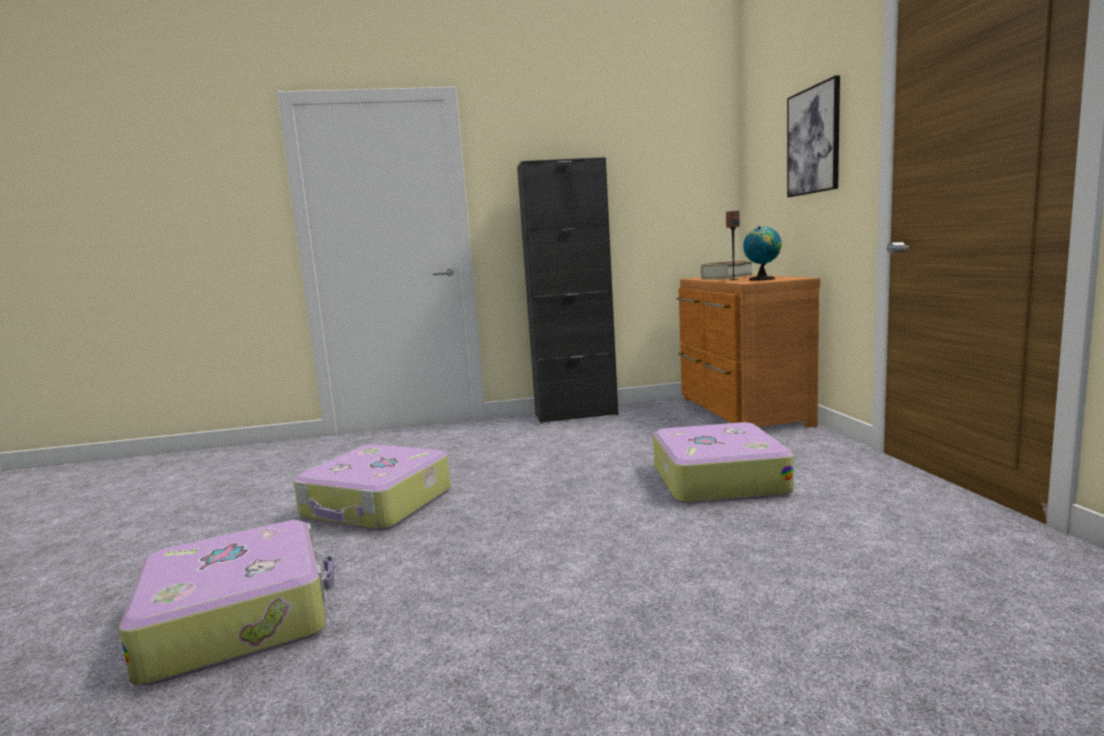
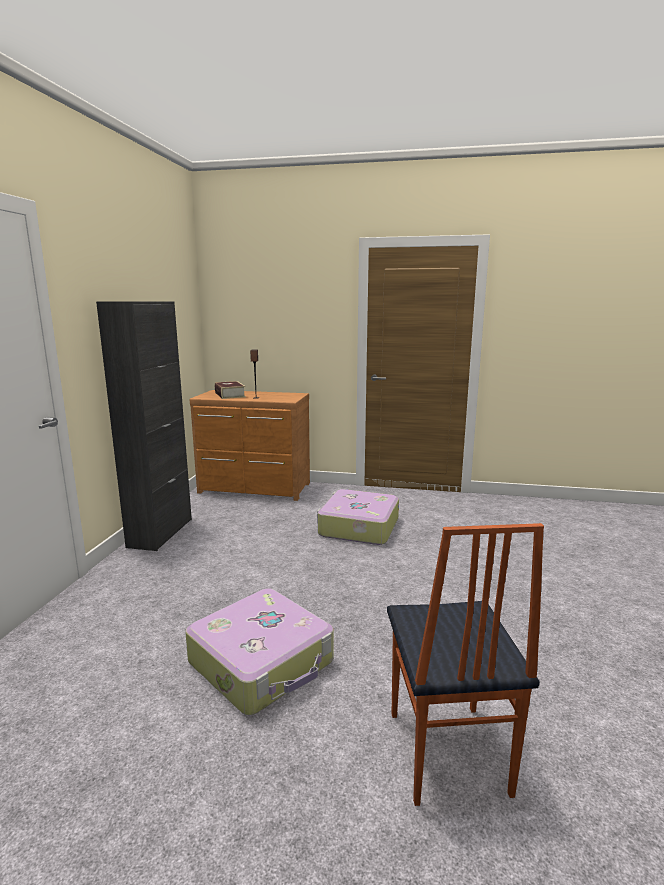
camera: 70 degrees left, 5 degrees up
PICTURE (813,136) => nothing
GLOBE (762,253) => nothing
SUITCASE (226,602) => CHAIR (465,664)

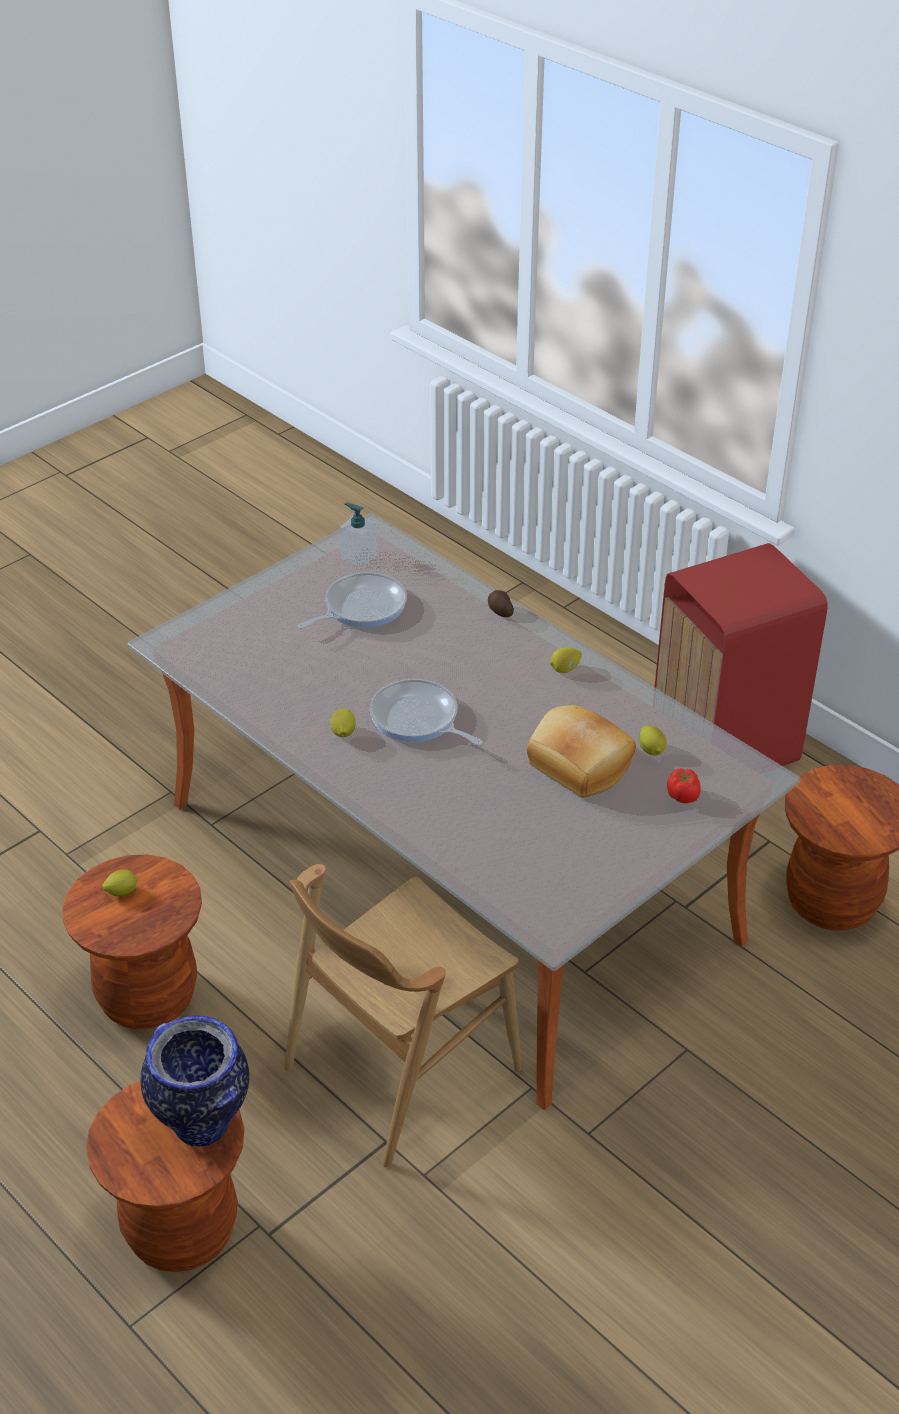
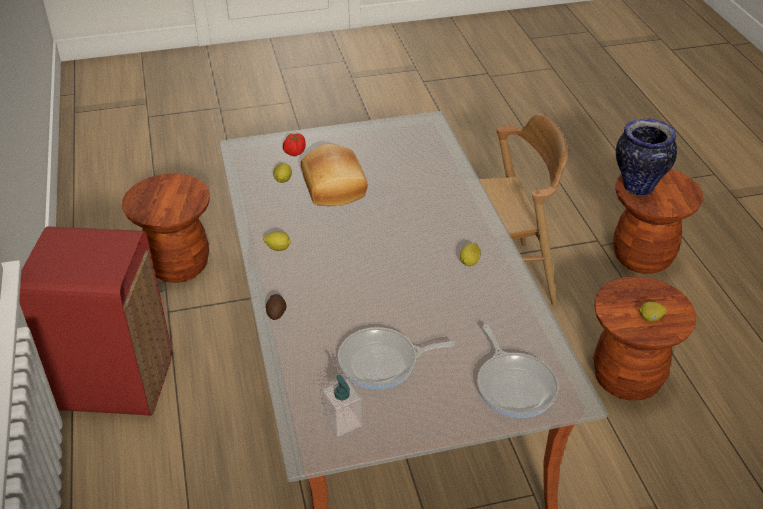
camera: 150 degrees left, 0 degrees up
FRYING PAN (426,712) => FRYING PAN (518,371), shifted

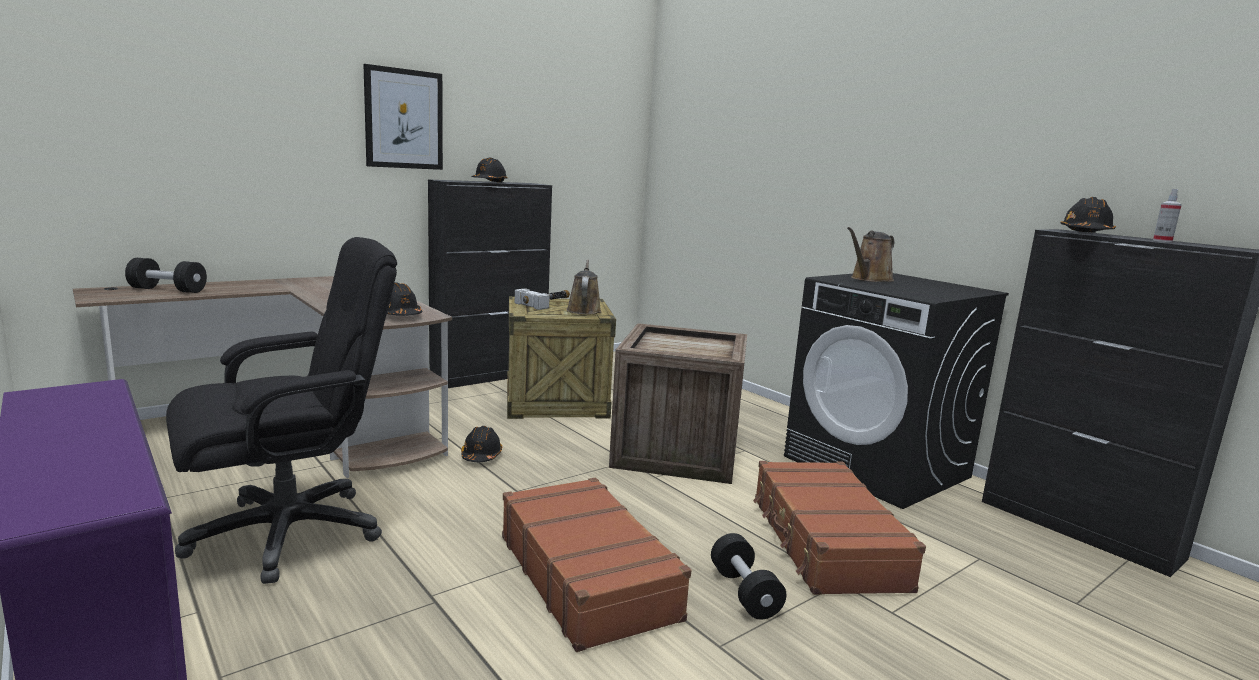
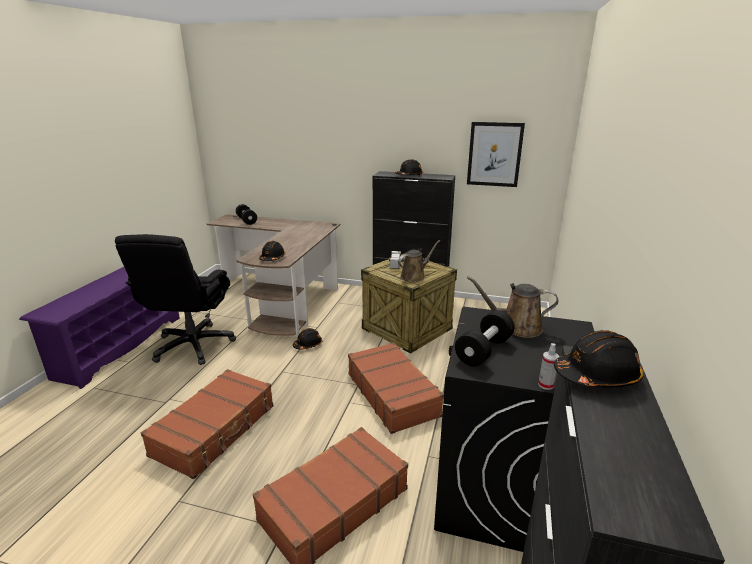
camera: 55 degrees right, 10 degrees up
PICTURE (403,117) => PICTURE (496,154), shifted
SPRAY BOTTLE (1167,215) => SPRAY BOTTLE (548,366), shifted
BLACK OFFICE CHAIR (281,410) => BLACK OFFICE CHAIR (175,299), 75 degrees clockwise
CRATE (678,403) => BROWN SUITCASE (396,388)
BLACK DUMBBELL (748,576) => BLACK DUMBBELL (485,338), shifted

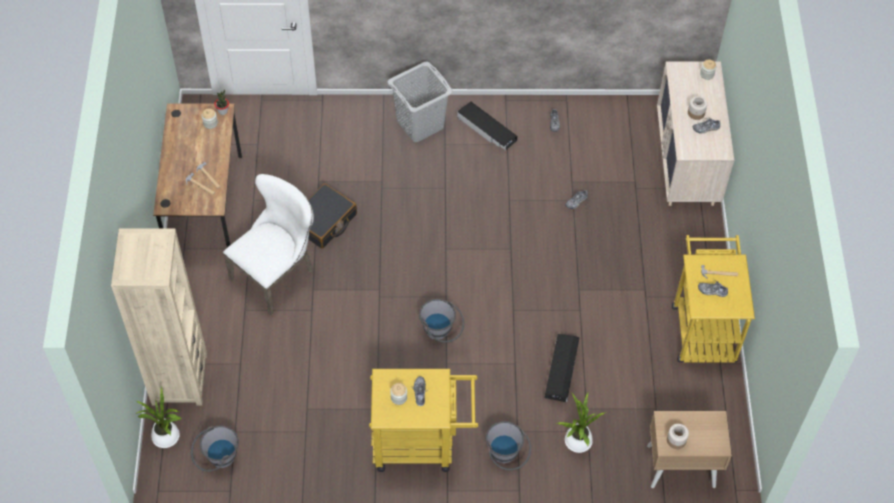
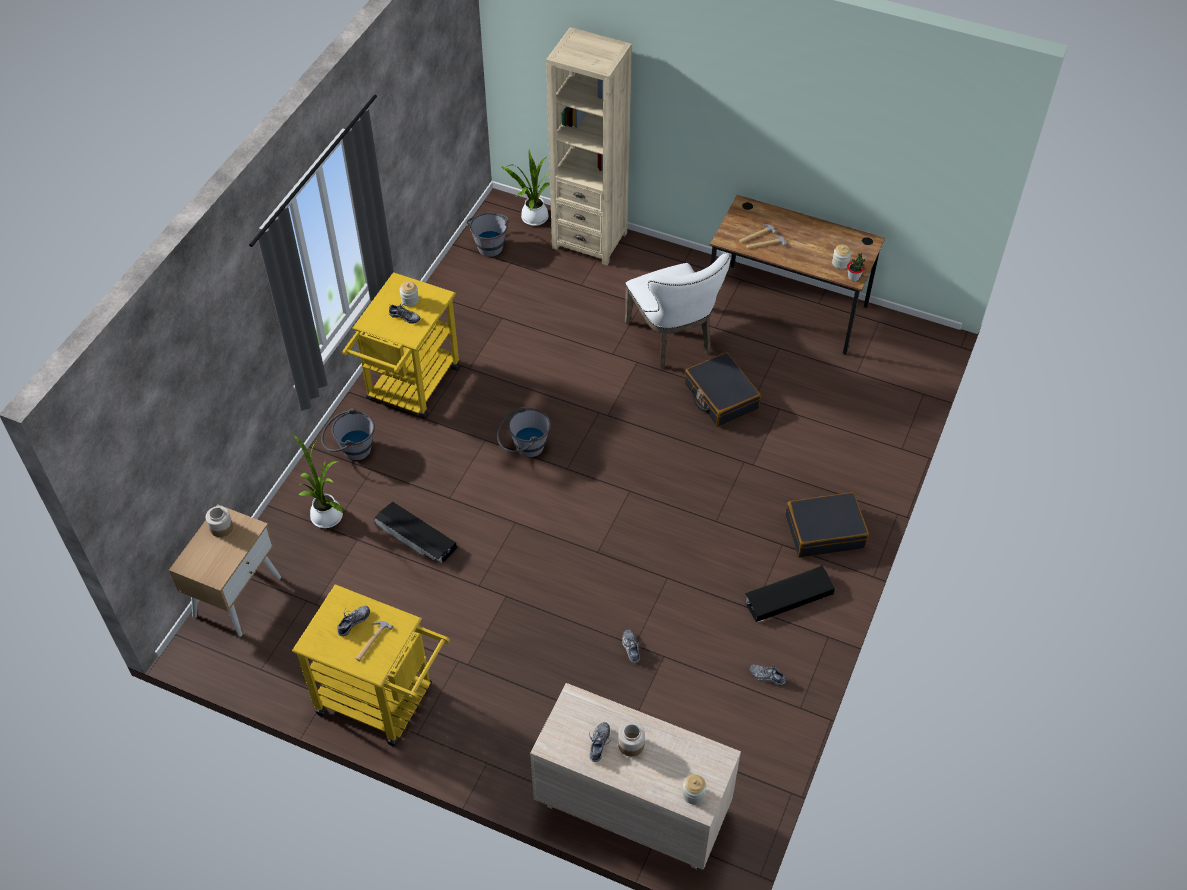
camera: 115 degrees right, 5 degrees down
GREY LAUNDRY BASKET (420,102) => BLACK SUITCASE (827,524)

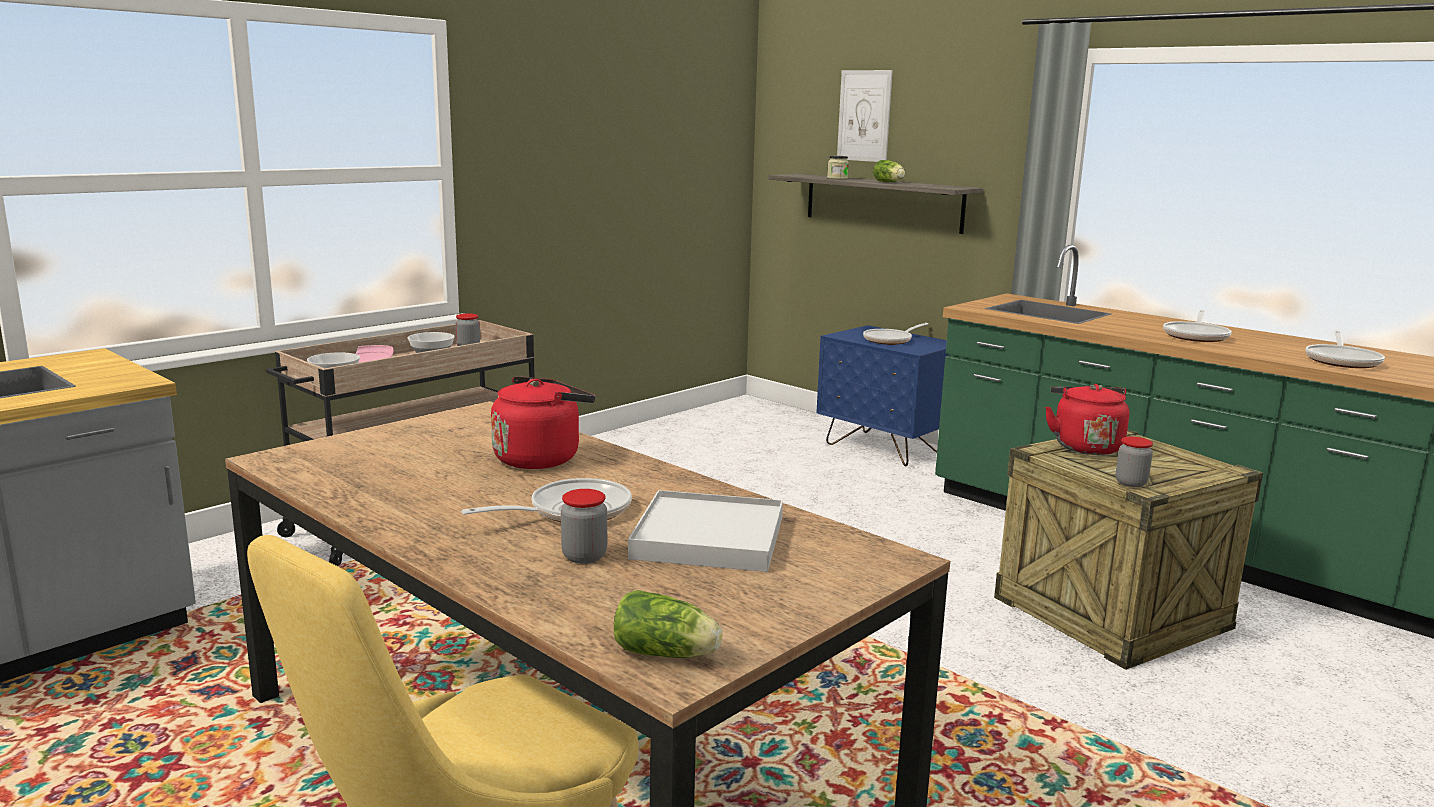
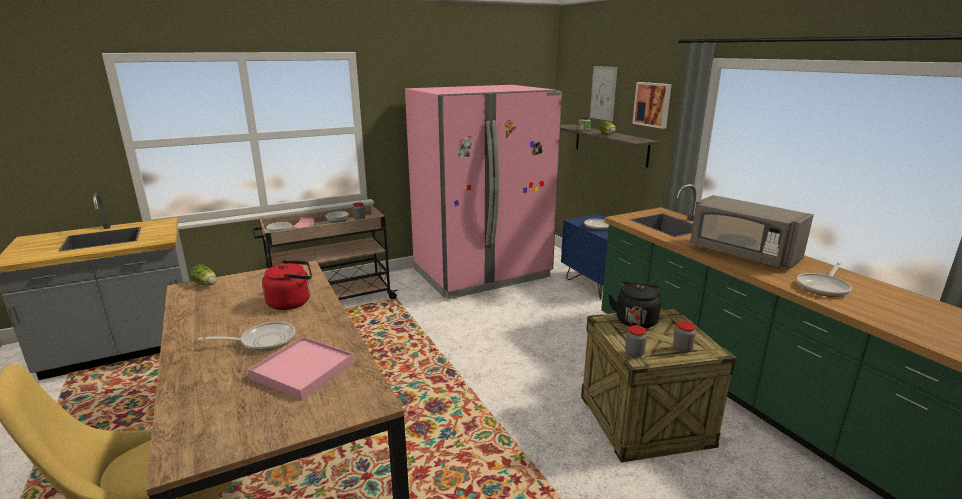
camera: 20 degrees right, 5 degrees up
FRYING PAN (1197,326) => GREY MICROWAVE (752,231)
RED KETTLE (1087,419) => BLACK KETTLE (634,305)
JAR (584,526) => JAR (684,337), shifted
WHITE TRAY (705,531) => PINK TRAY (301,368)
LETTUCE (668,624) => LETTUCE (203,275), shifted
nothing => PICTURE (652,105)
nothing => PINK FRIDGE (483,192)

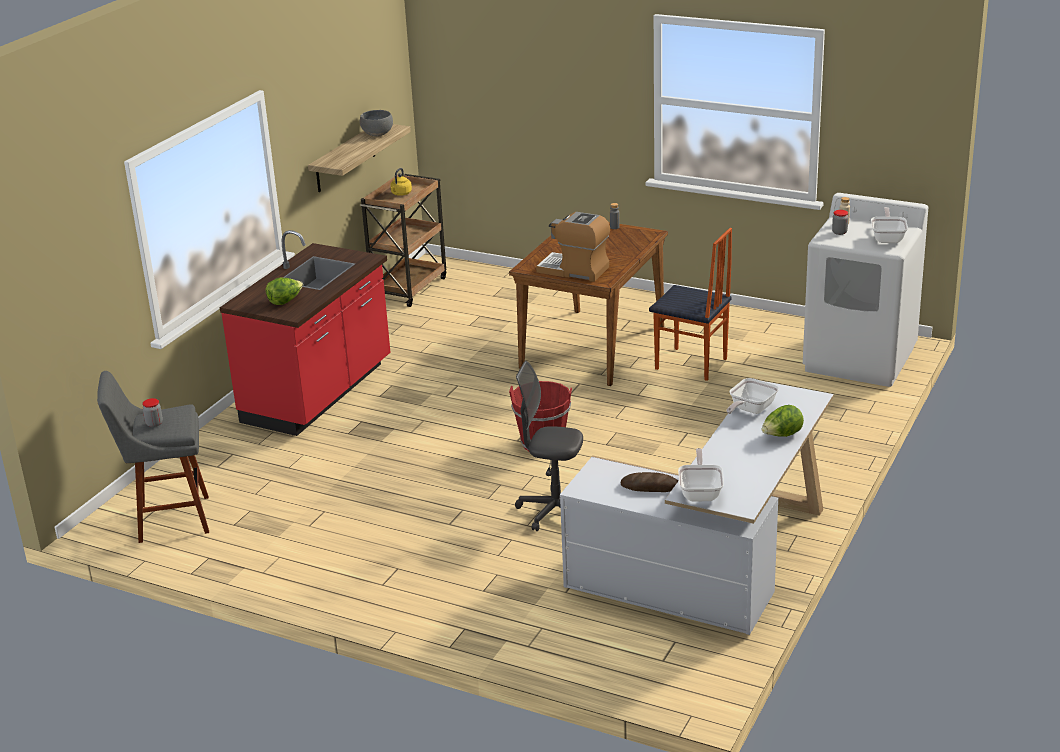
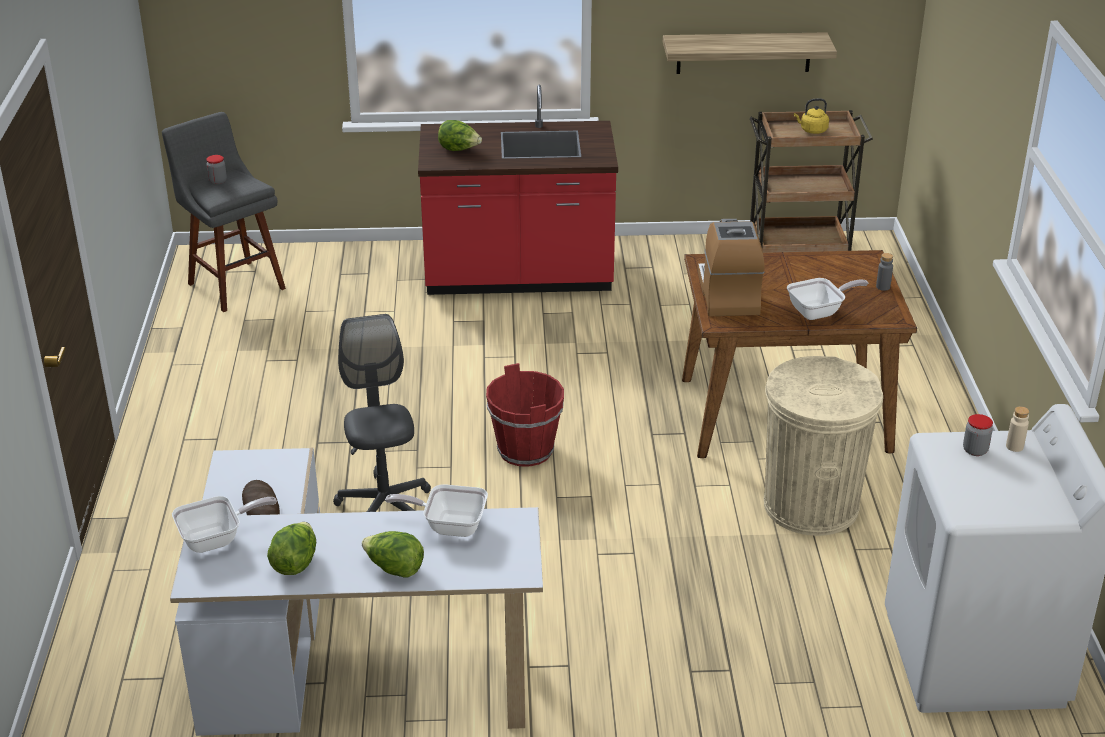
camera: 60 degrees right, 5 degrees up
GREY BOWL (376,123) => nothing
FRYING PAN (889,225) => FRYING PAN (827,299), shifted
CHAIR (690,304) => BEIGE TRASH CAN (823,446)
nothing => LETTUCE (291,548)

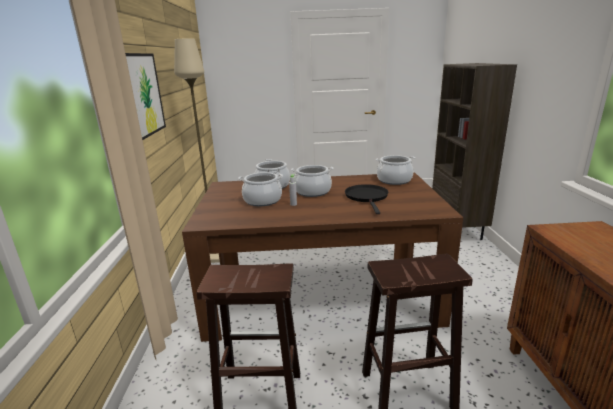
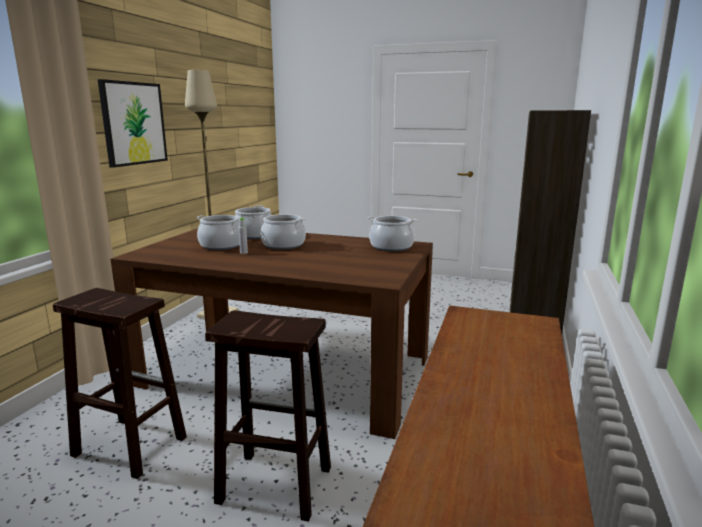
camera: 20 degrees right, 5 degrees down
BLACK FRYING PAN (366,199) => nothing

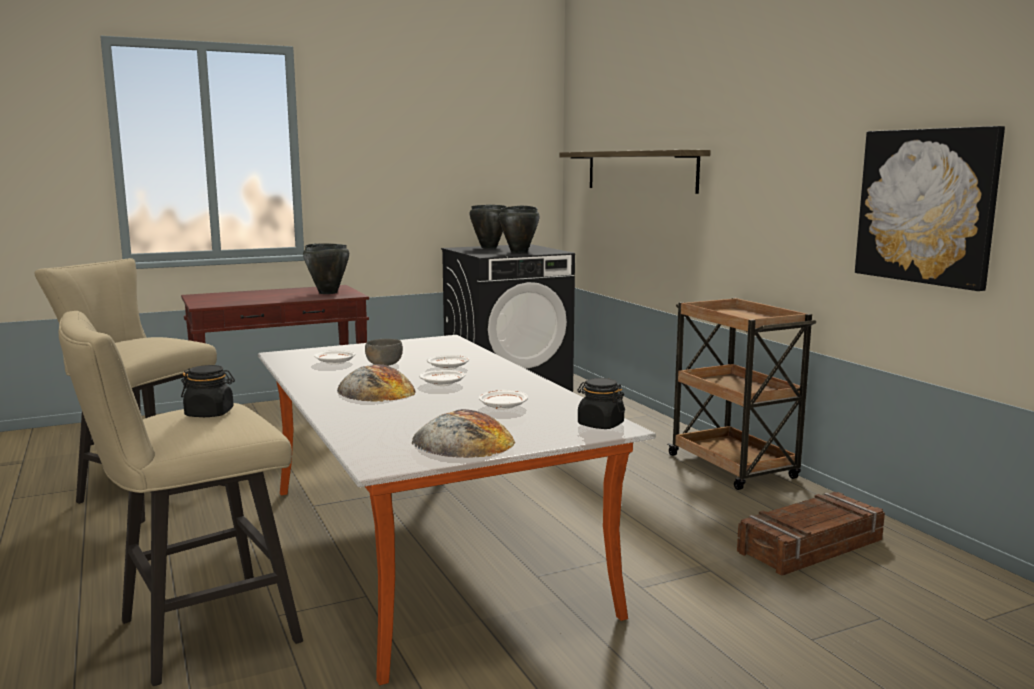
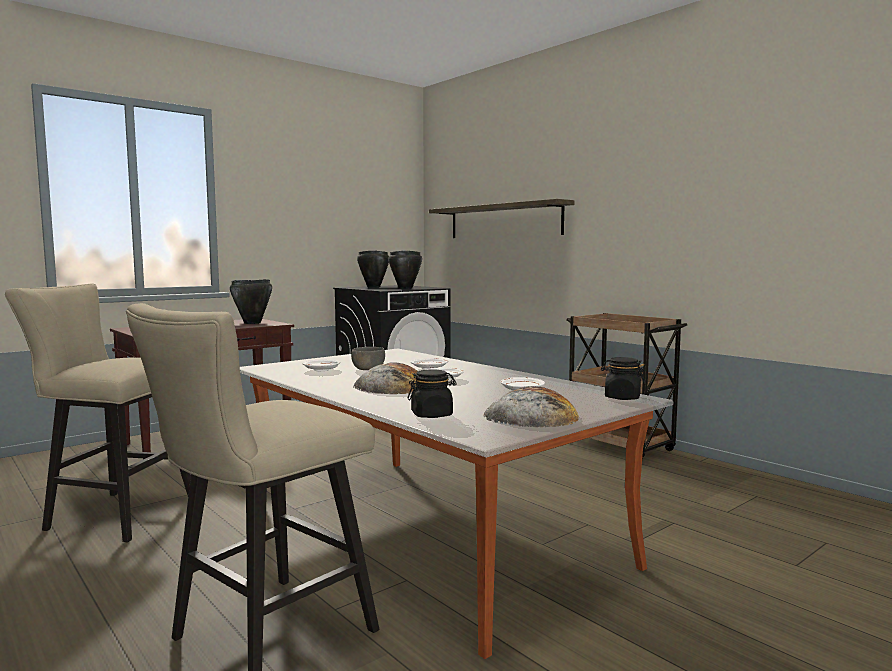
camera: 15 degrees left, 5 degrees down
PICTURE (930,208) => nothing
BLACK JAR (208,391) => BLACK JAR (432,393), shifted
CRATE (811,534) => nothing

